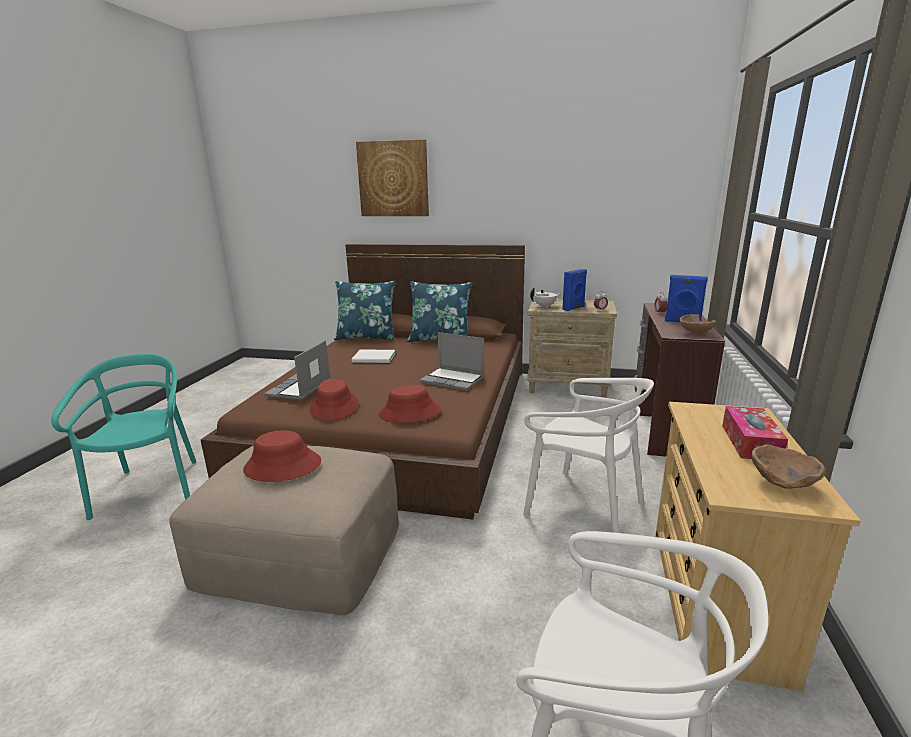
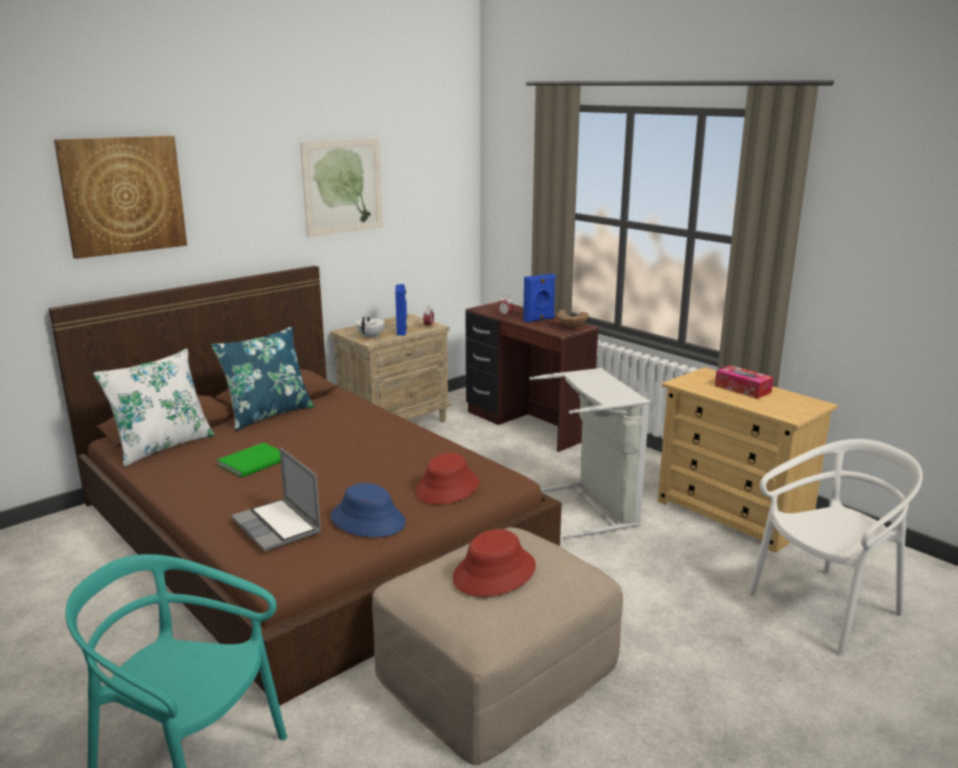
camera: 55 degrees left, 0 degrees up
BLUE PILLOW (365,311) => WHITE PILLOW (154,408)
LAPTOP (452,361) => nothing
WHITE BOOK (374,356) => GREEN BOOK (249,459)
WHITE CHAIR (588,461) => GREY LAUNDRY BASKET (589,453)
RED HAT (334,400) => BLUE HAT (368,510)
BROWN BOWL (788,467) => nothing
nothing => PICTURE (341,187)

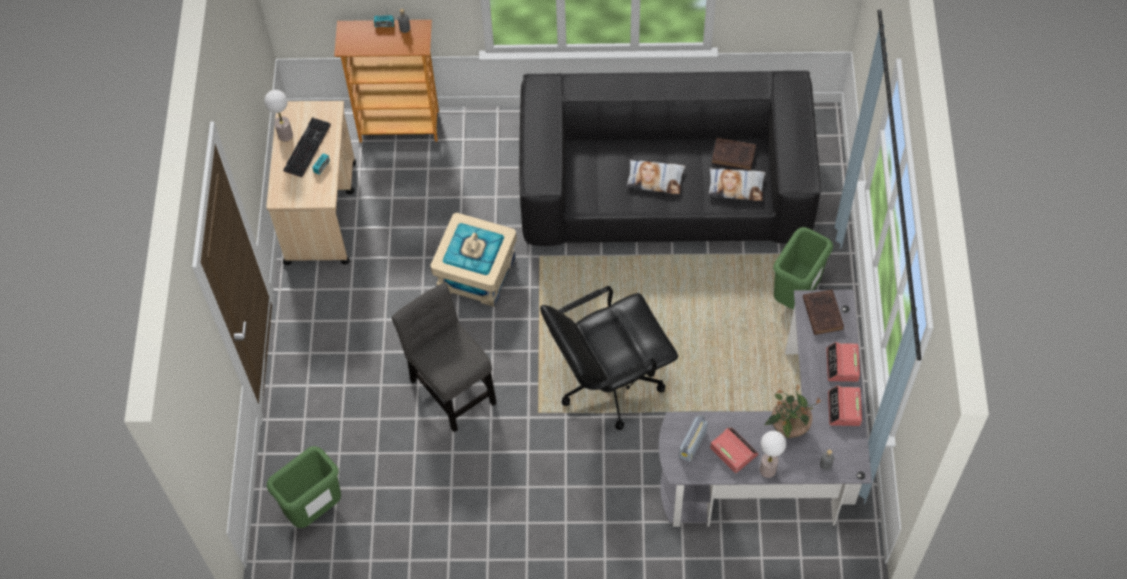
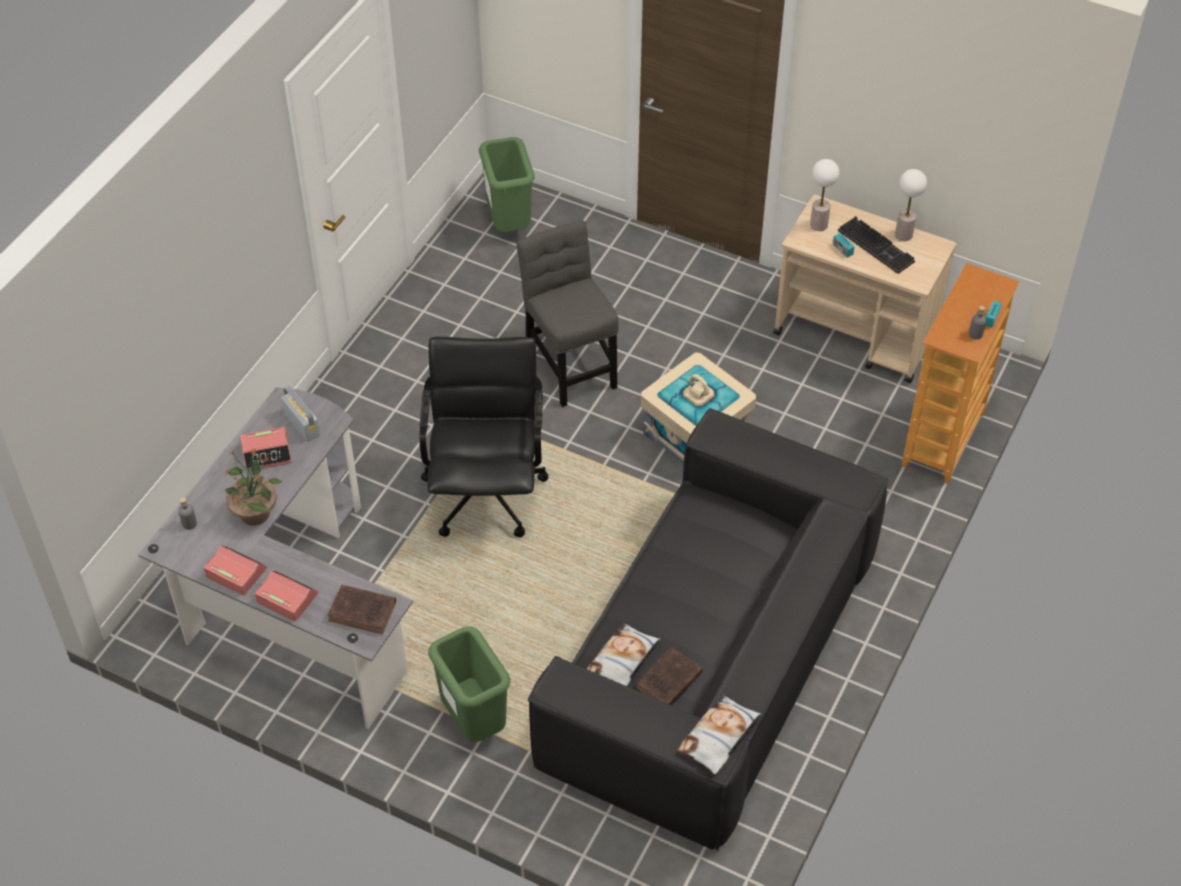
camera: 115 degrees right, 10 degrees down
PILLOW (655,176) => PILLOW (719,734), shifted
GREY CHAIR (444,357) => GREY CHAIR (567,313), 105 degrees counterclockwise
TABLE LAMP (773,454) => TABLE LAMP (825,195), shifted

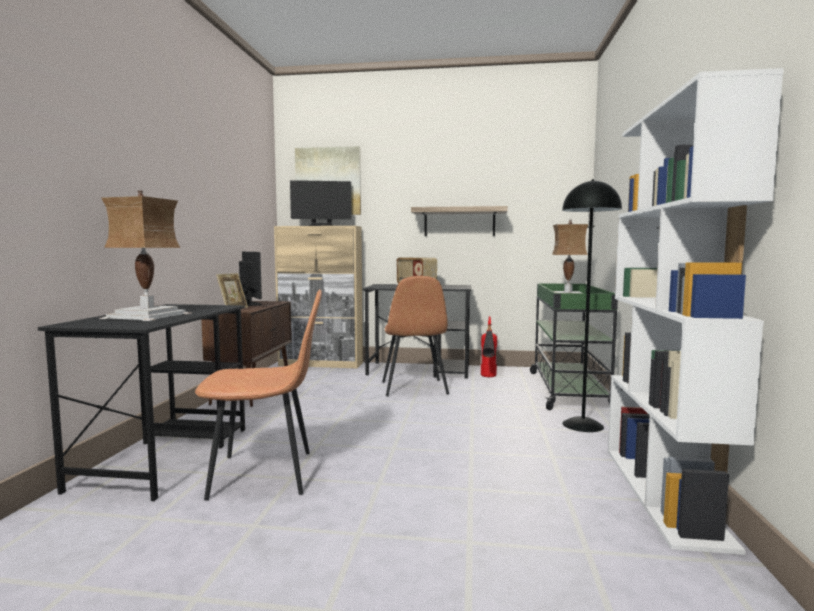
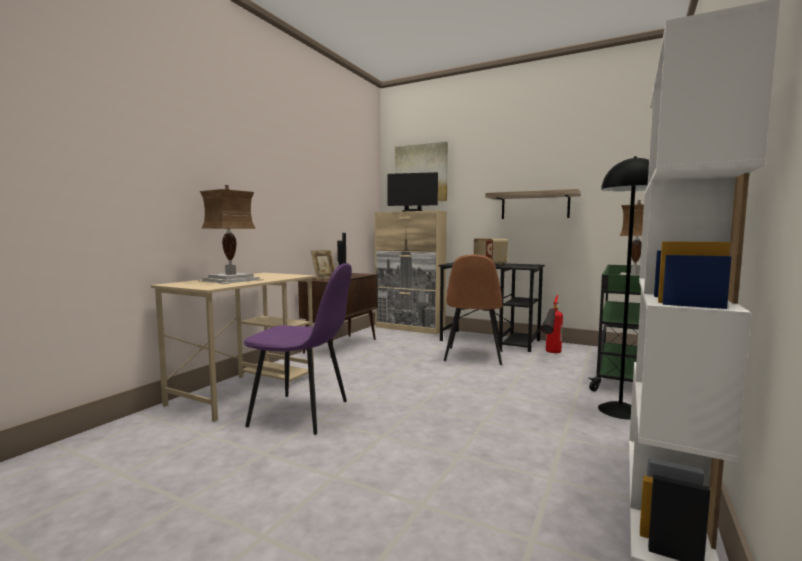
camera: 20 degrees right, 0 degrees up
BROWN CHAIR (258,395) => PURPLE CHAIR (298,349)
BLACK DESK (141,402) => BEIGE DESK (233,347)

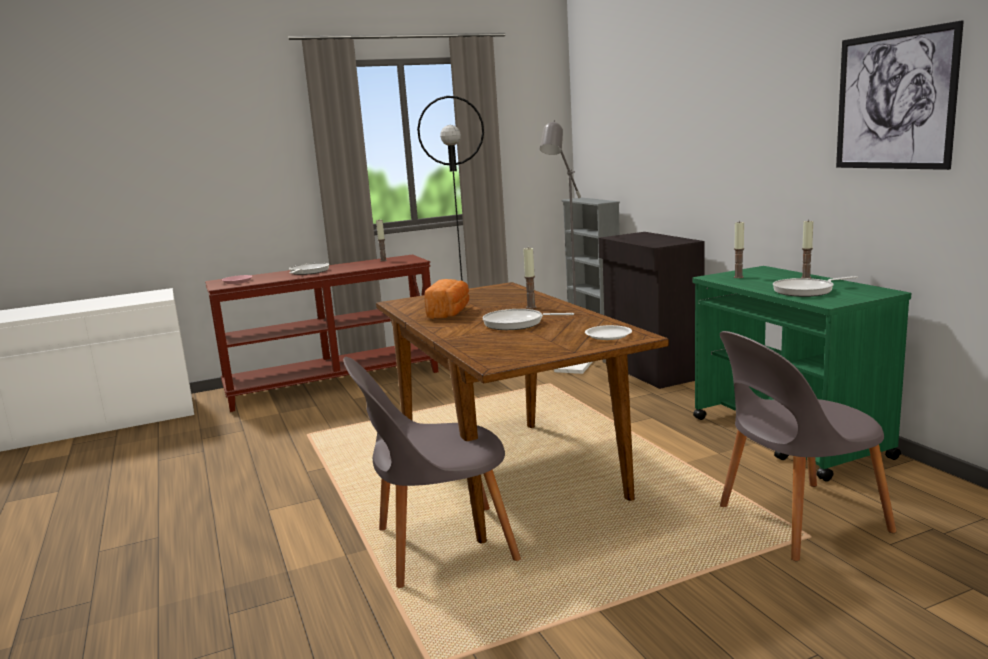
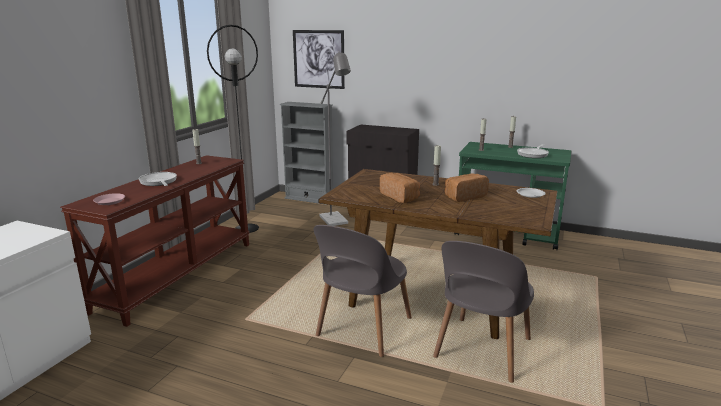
camera: 45 degrees left, 5 degrees up
PICTURE (900,95) => PICTURE (319,59), shifted
FRYING PAN (528,319) => BREAD (467,187)
GREY CHAIR (808,446) => GREY CHAIR (363,291), shifted

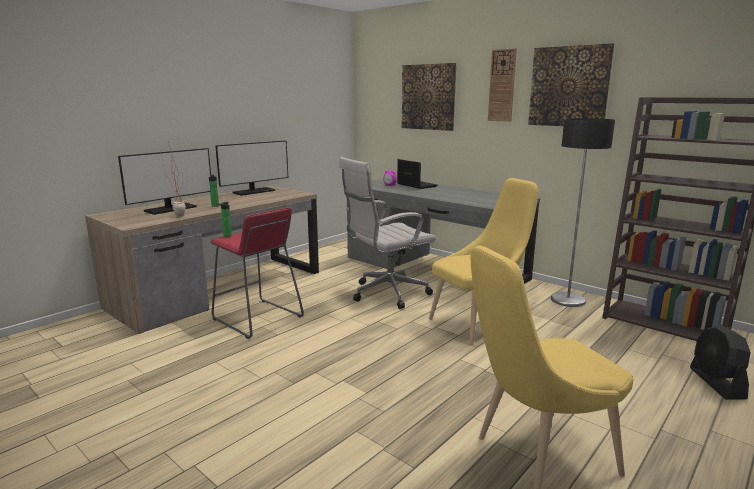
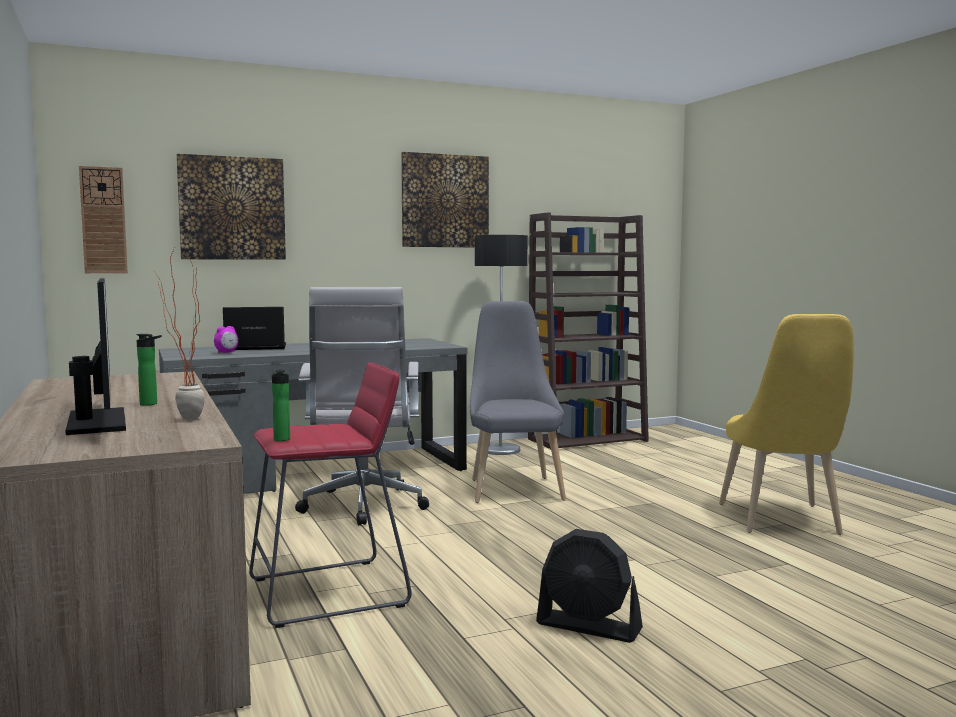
camera: 65 degrees left, 10 degrees down
WALL CLOCK (502,85) => WALL CLOCK (103,219), shifted
MONITOR (251,168) => nothing
YELLOW CHAIR (483,262) => GREY CHAIR (518,402)
BLACK FAN (720,362) => BLACK FAN (589,586), shifted

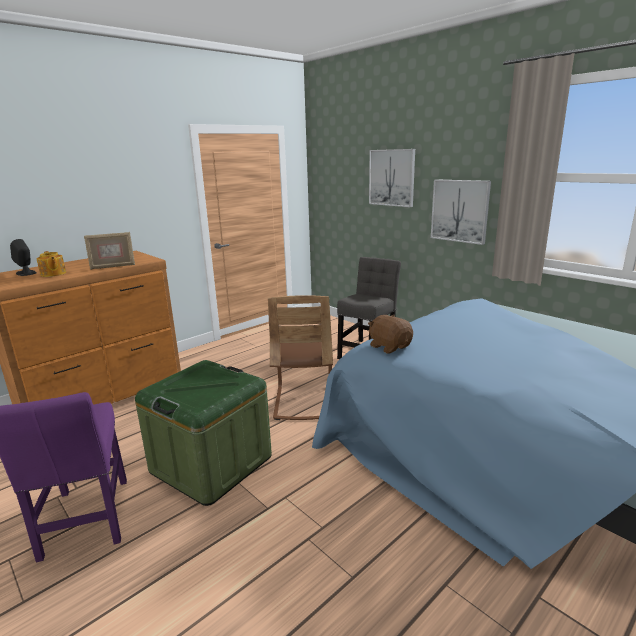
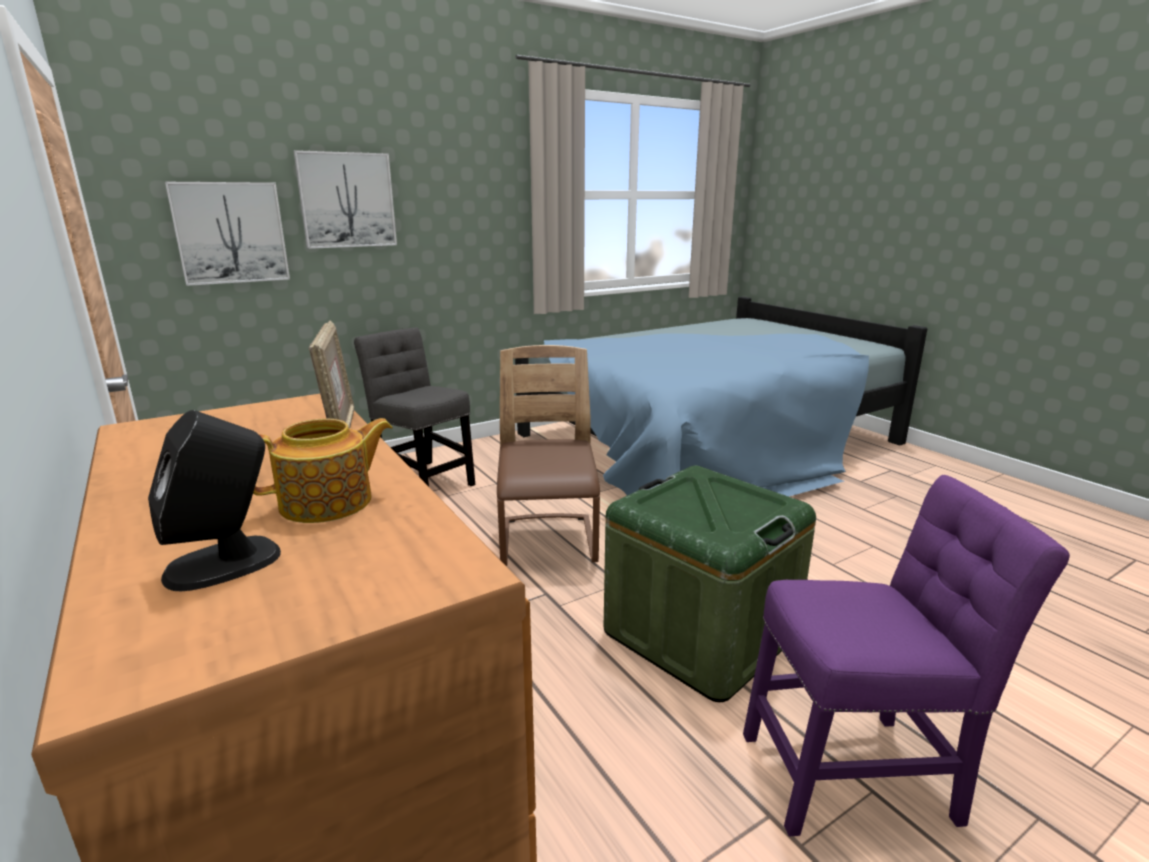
camera: 80 degrees left, 0 degrees up
PICTURE (461,212) => PICTURE (227,234), shifted
BROWN CHAIR (300,357) => BROWN CHAIR (548,455), 105 degrees counterclockwise
BROWN PLUSH TOY (390,334) => nothing

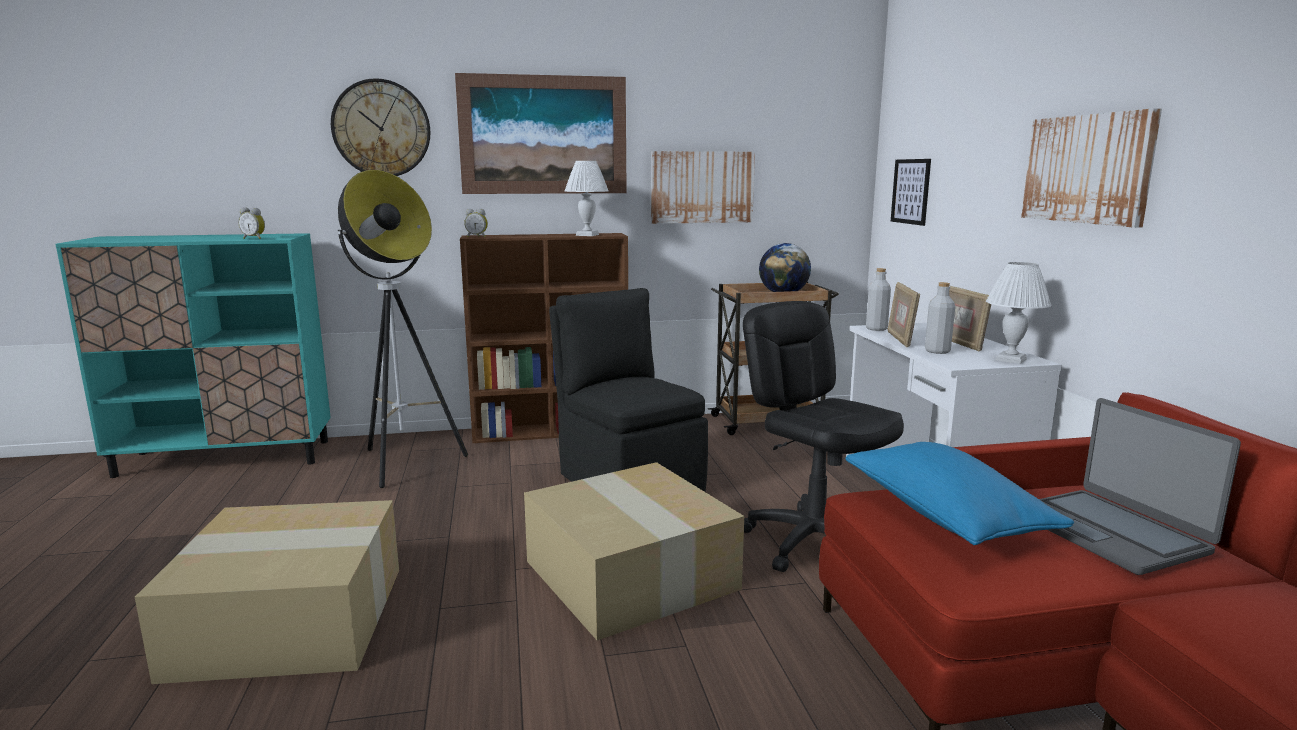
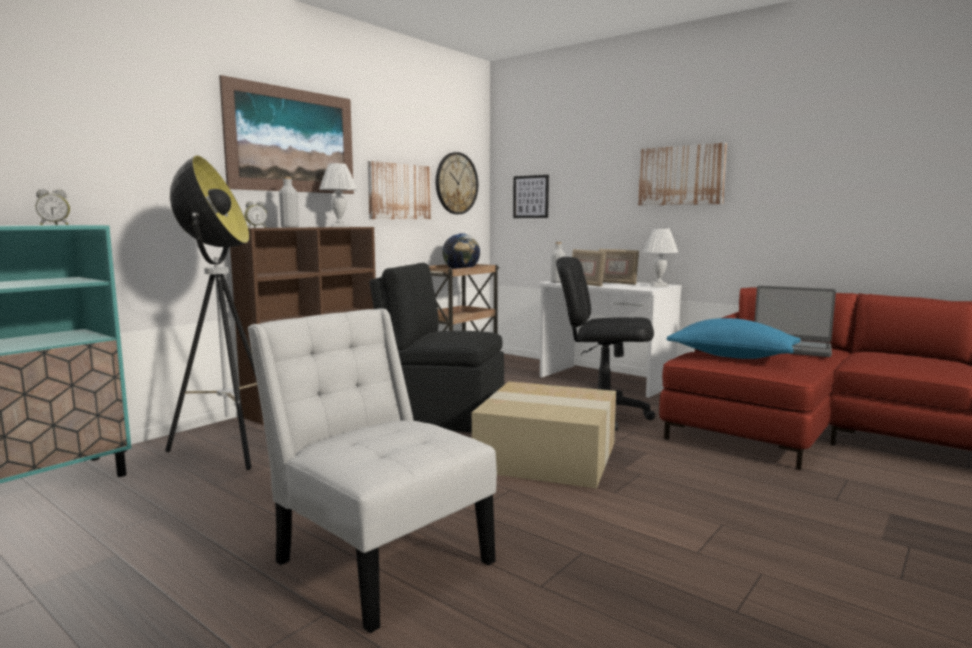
camera: 40 degrees left, 5 degrees down
WALL CLOCK (380,127) => WALL CLOCK (457,183), shifted
GREY BOTTLE (940,318) => GREY BOTTLE (289,202), shifted
CARDBOARD BOX (267,592) => WHITE CHAIR (372,470)

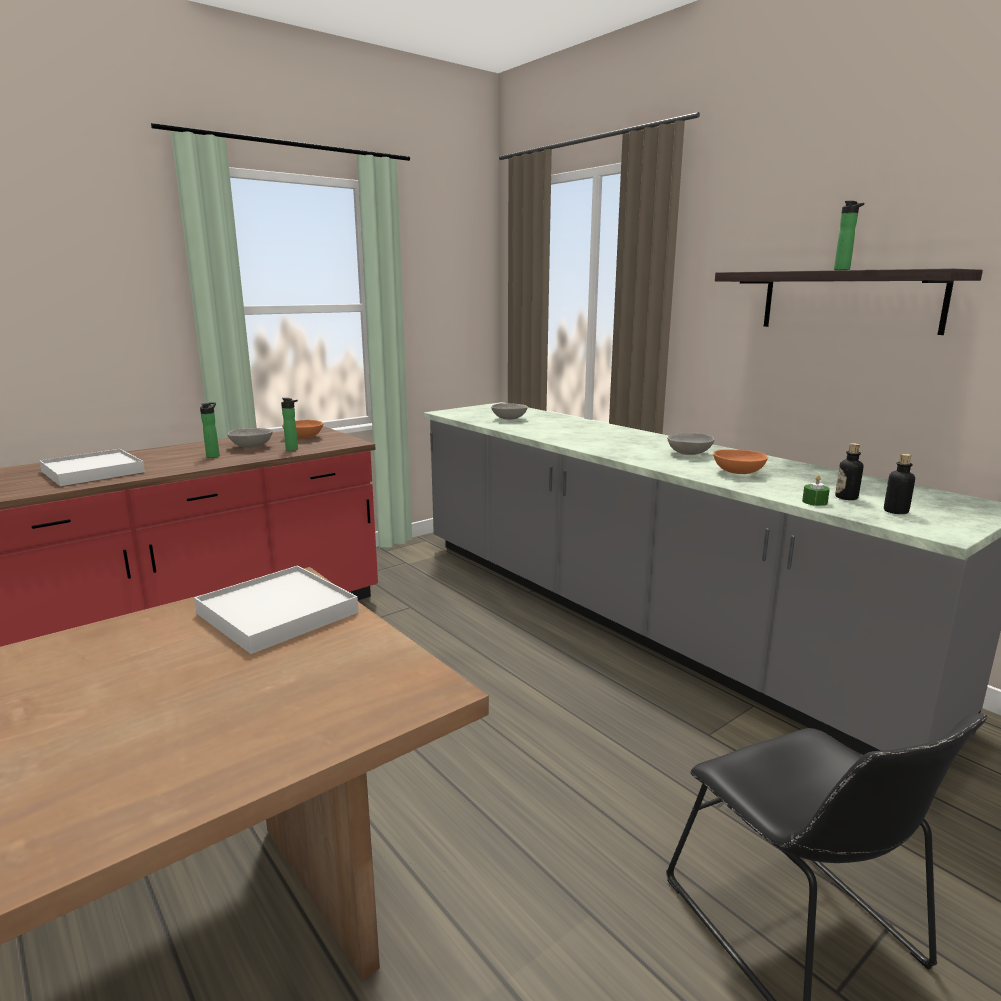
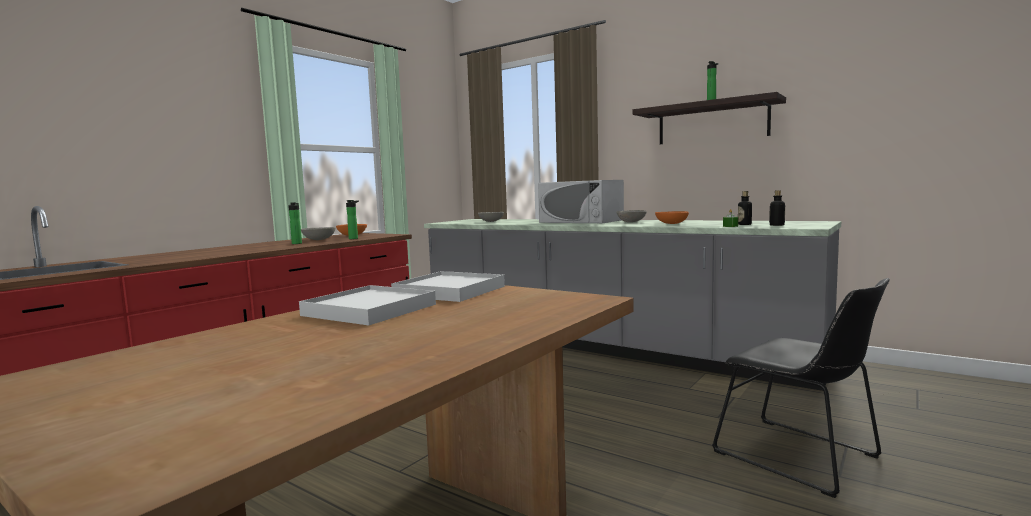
camera: 15 degrees left, 10 degrees down
WHITE TRAY (92,467) => WHITE TRAY (367,305), shifted
nothing => WHITE MICROWAVE (581,201)

